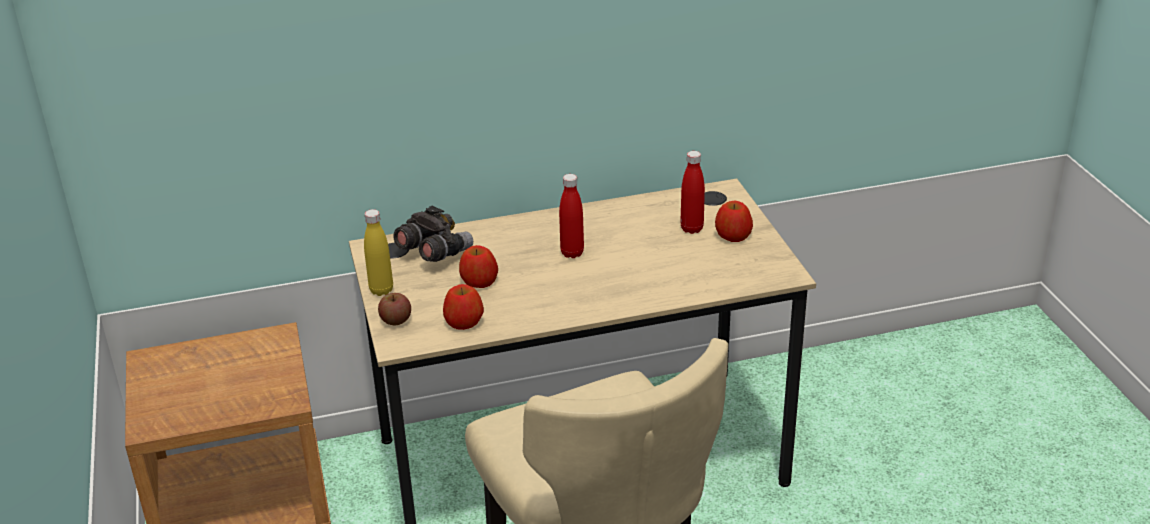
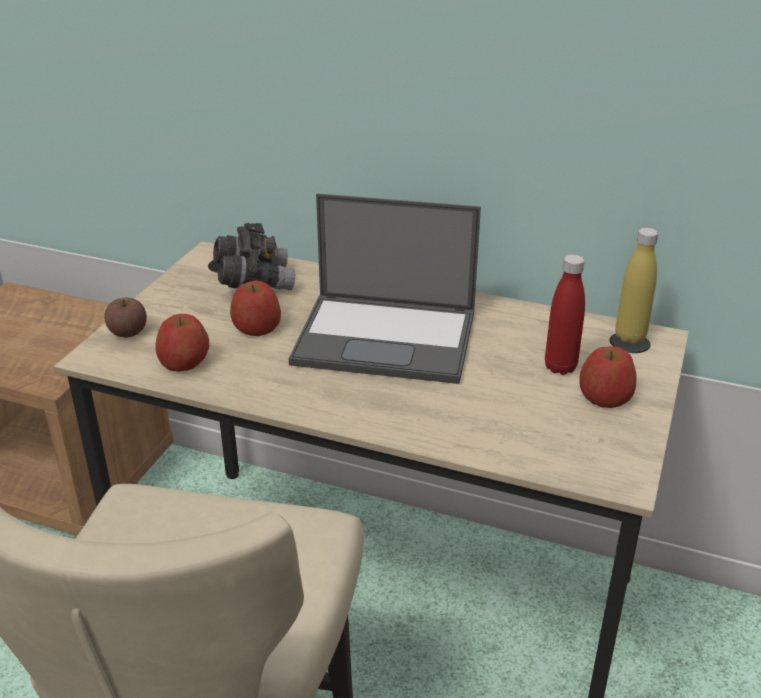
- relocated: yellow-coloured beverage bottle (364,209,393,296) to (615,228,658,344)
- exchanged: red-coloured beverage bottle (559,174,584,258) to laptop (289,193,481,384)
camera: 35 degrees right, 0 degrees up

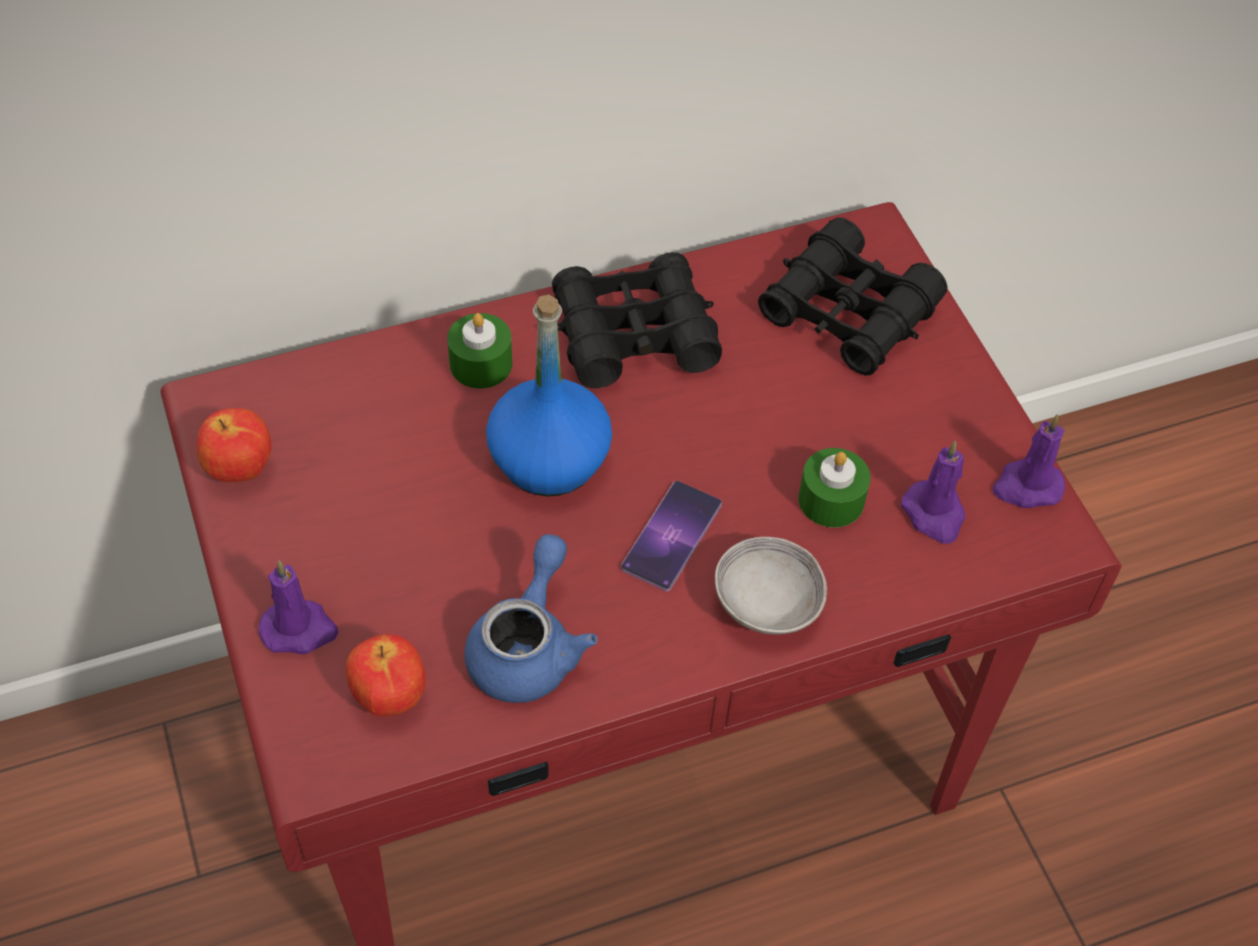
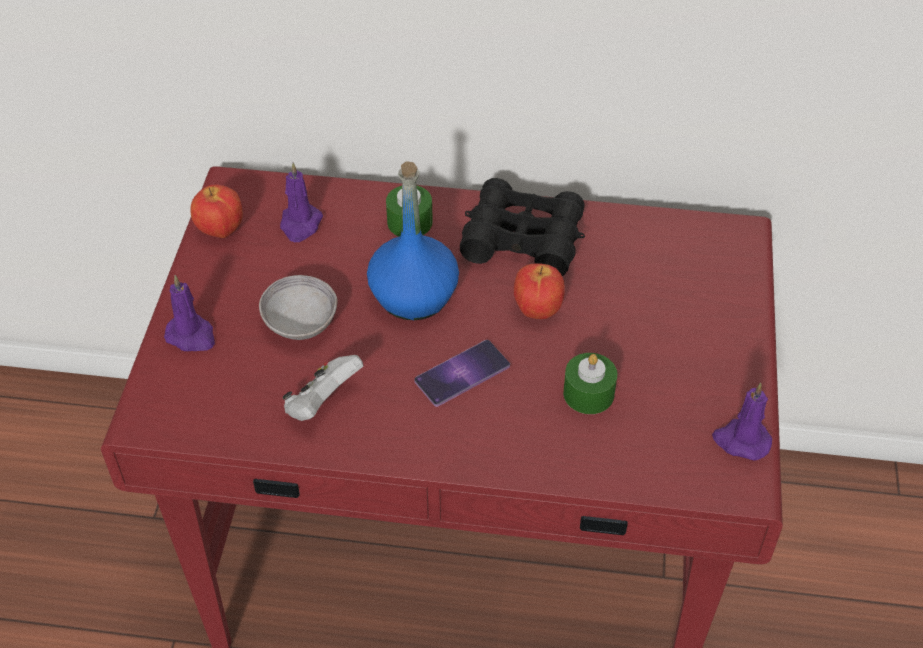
- missing: blackish field glasses (758,218,948,376)
- relocated: whole apple (346,634,426,717) to (514,263,565,319)
- relocated: greyish bowl (715,537,827,635) to (259,275,338,340)
- relocated: purple-coloured candle (901,441,966,544) to (280,163,323,242)
- exchanged: bluish tea pot (464,534,597,703) to white-coloured joypad (283,355,363,421)
camera: 30 degrees right, 5 degrees down

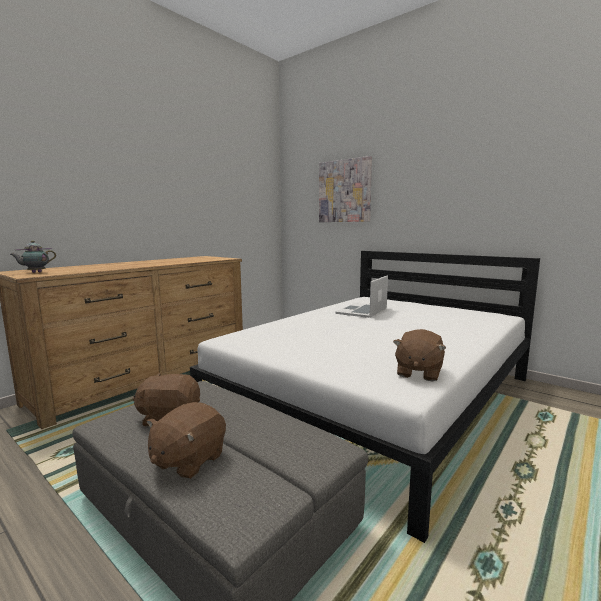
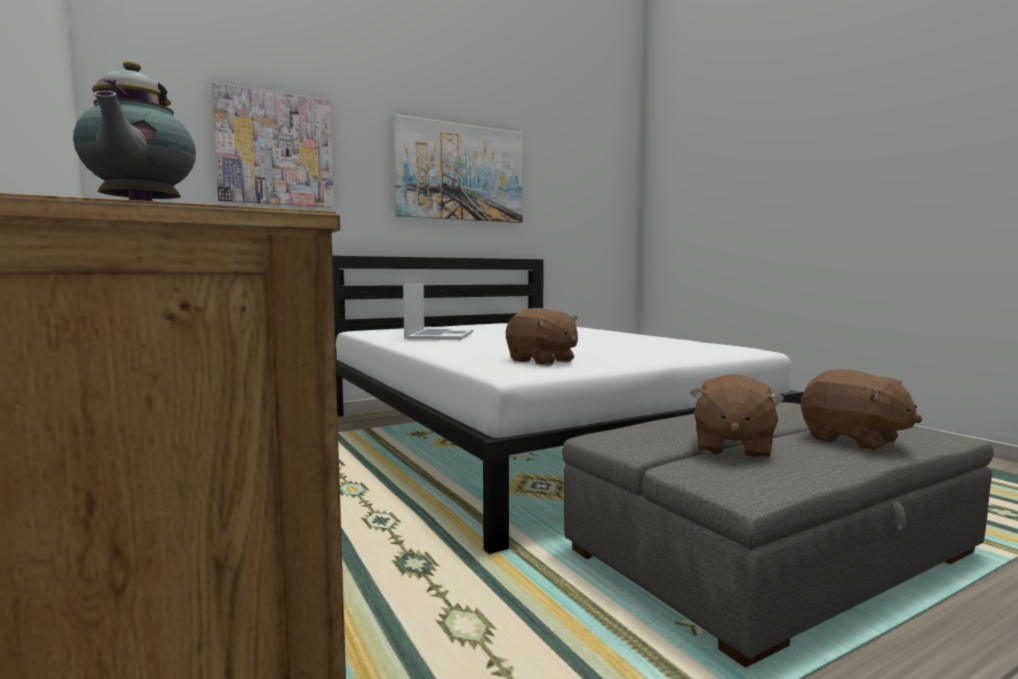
- appeared: picture (393,115,523,223)
- relocated: brown-coloured cuddly toy (393,329,446,381) to (506,308,578,365)
- spun: laptop (335,275,388,318) = (403,283,473,340) 135 degrees counterclockwise
camera: 70 degrees left, 5 degrees down

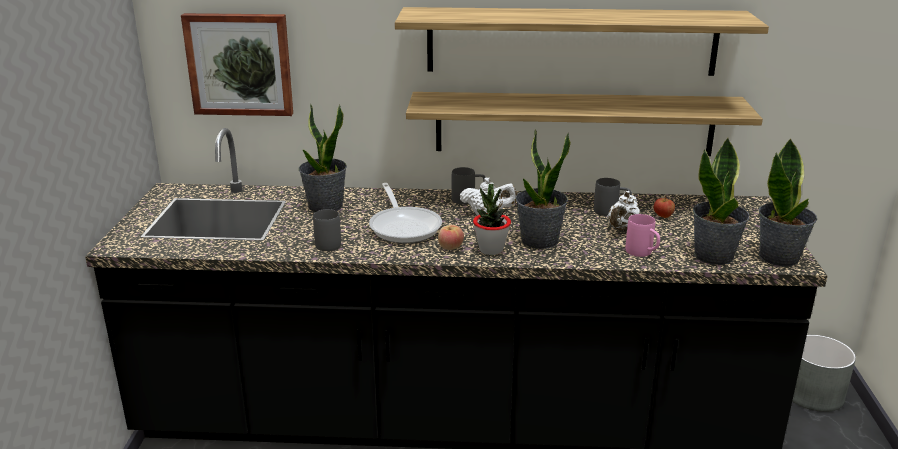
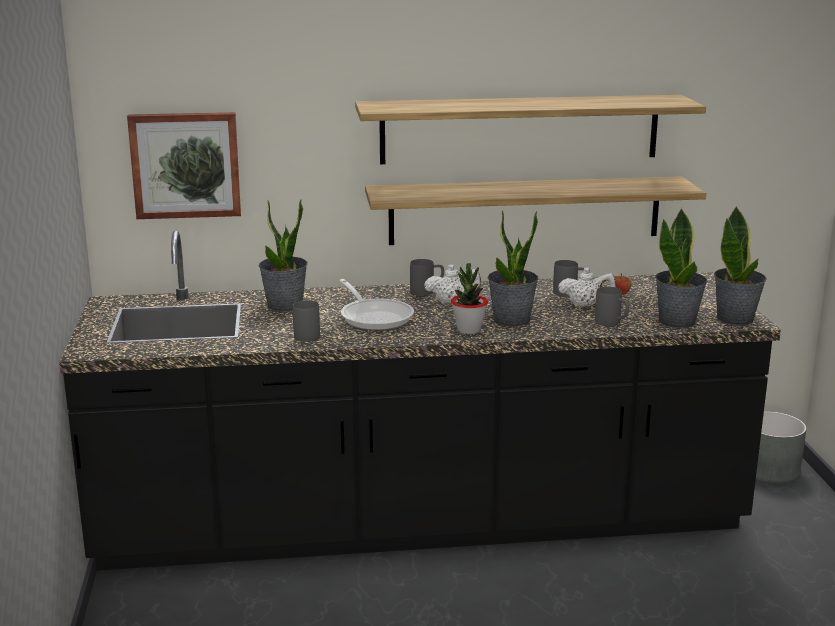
- missing: whole apple (438,225,464,250)
- colour: pink coffee mug (626,214,660,257) to greyish coffee mug (595,287,629,326)
- spun: white-coloured tea pot (607,191,641,231) = (558,268,616,308) 105 degrees counterclockwise
camera: 10 degrees left, 5 degrees down

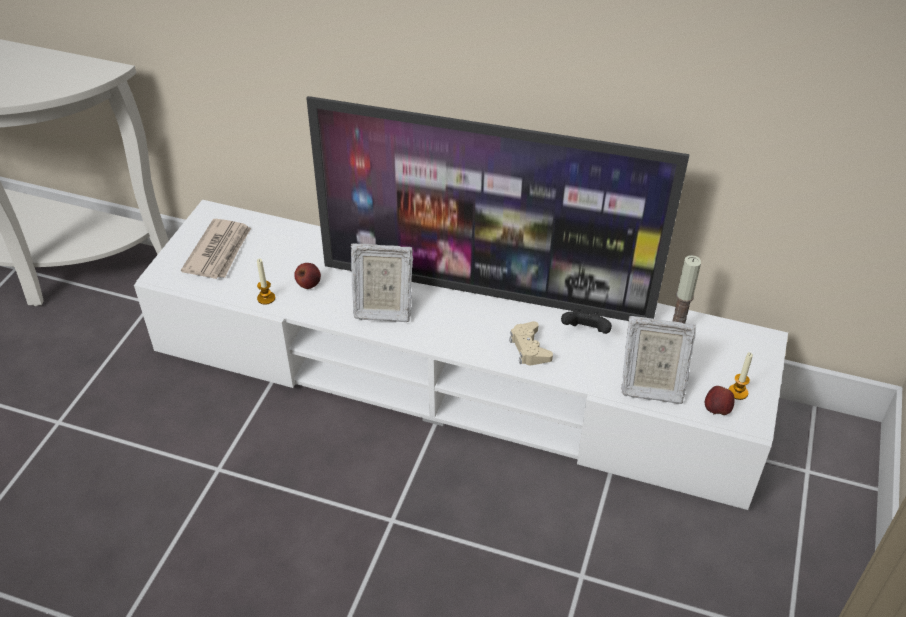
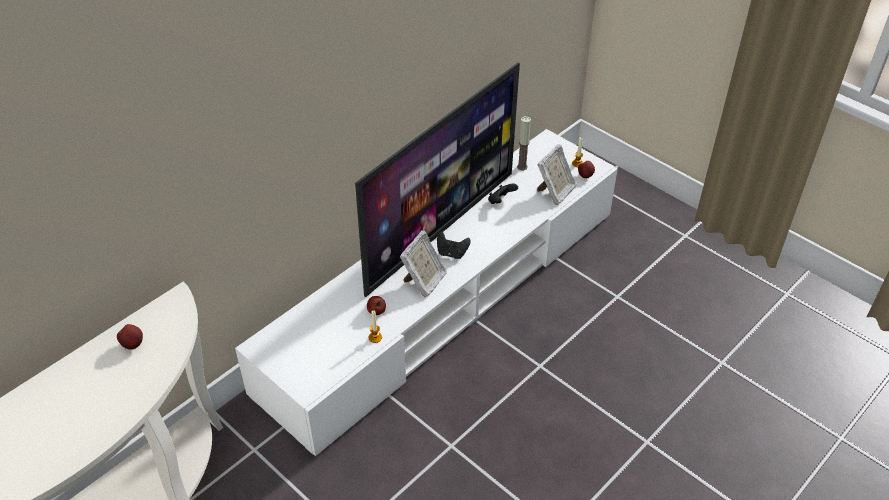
- missing: daily paper (181,219,251,279)
- missing: beige-coloured joypad (509,321,553,365)
- appeared: whole apple (117,324,143,350)
- appeared: blackish joypad (437,232,471,259)
camera: 65 degrees left, 0 degrees up

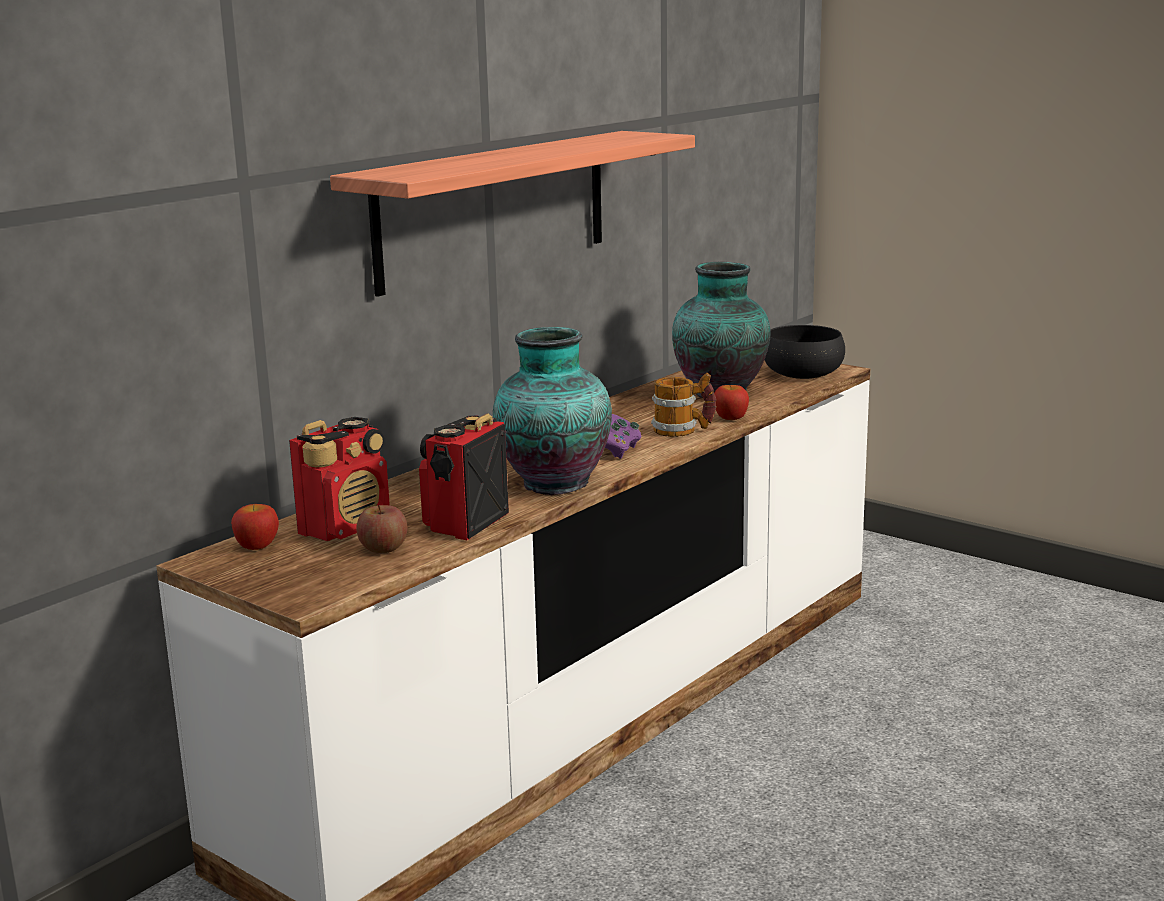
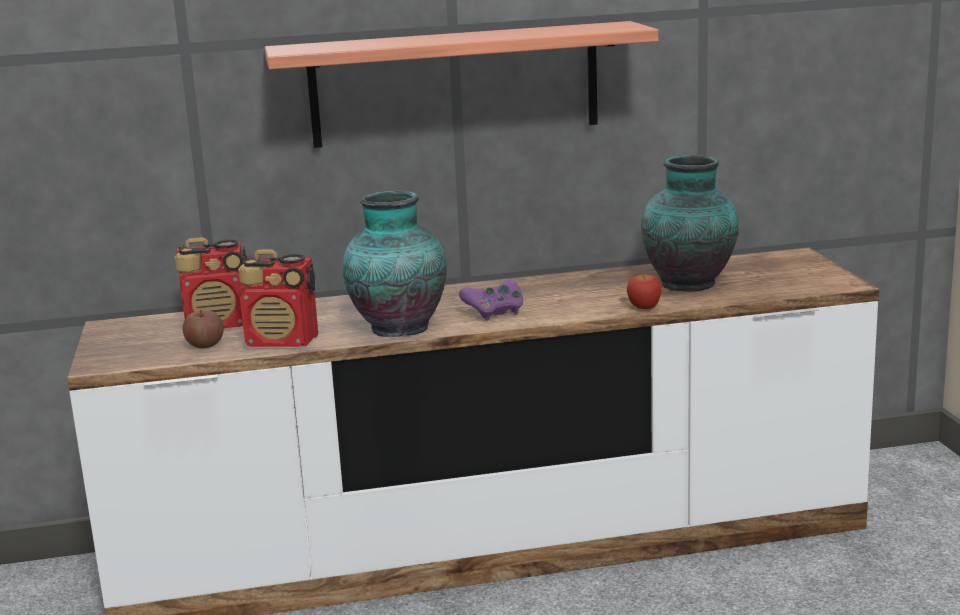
- missing: whole apple (231,504,279,550)
- missing: coffee mug (651,373,717,437)
- missing: blackish bowl (765,325,845,379)
- spun: radio (419,413,509,540) = (238,250,318,347) 150 degrees counterclockwise
camera: 40 degrees right, 0 degrees up

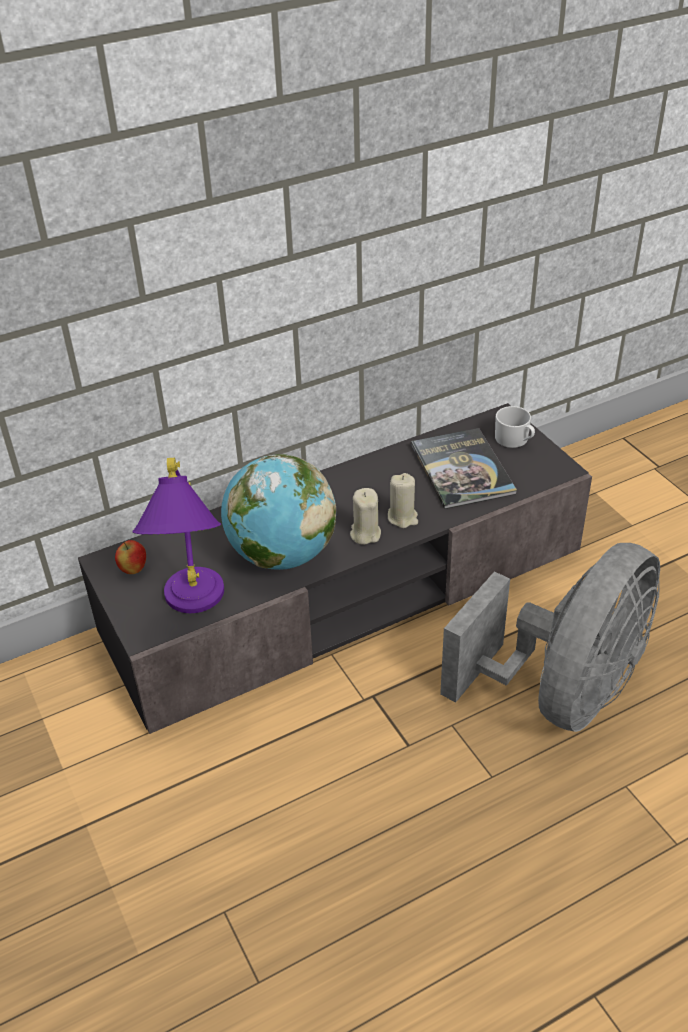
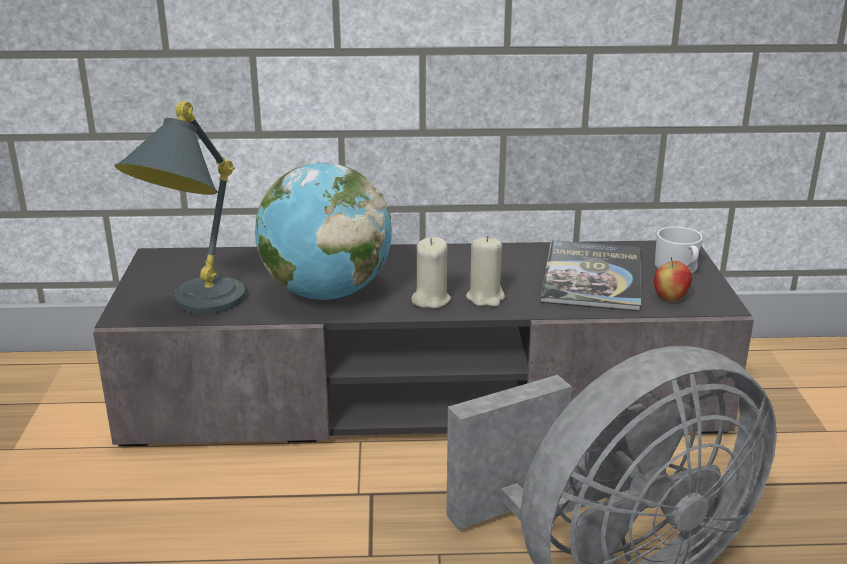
- relocated: whole apple (115,540,146,574) to (654,257,692,302)
- colour: purple-coloured table lamp (132,458,224,613) to greyish table lamp (114,101,245,314)
camera: 25 degrees right, 15 degrees down

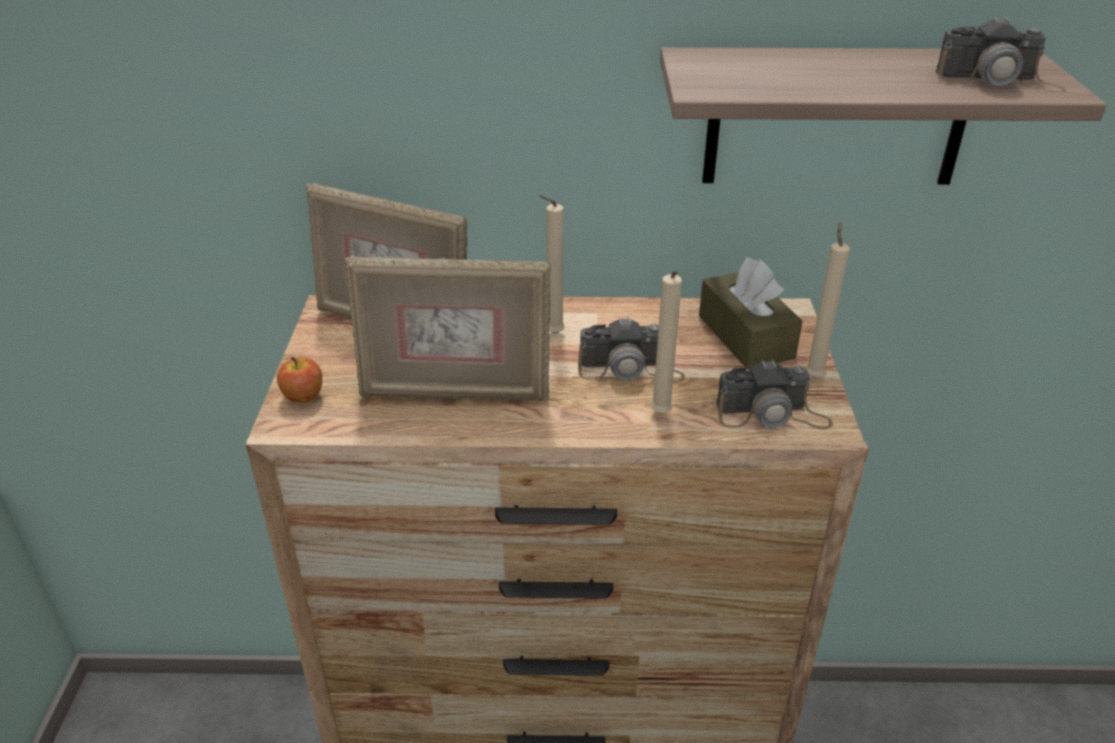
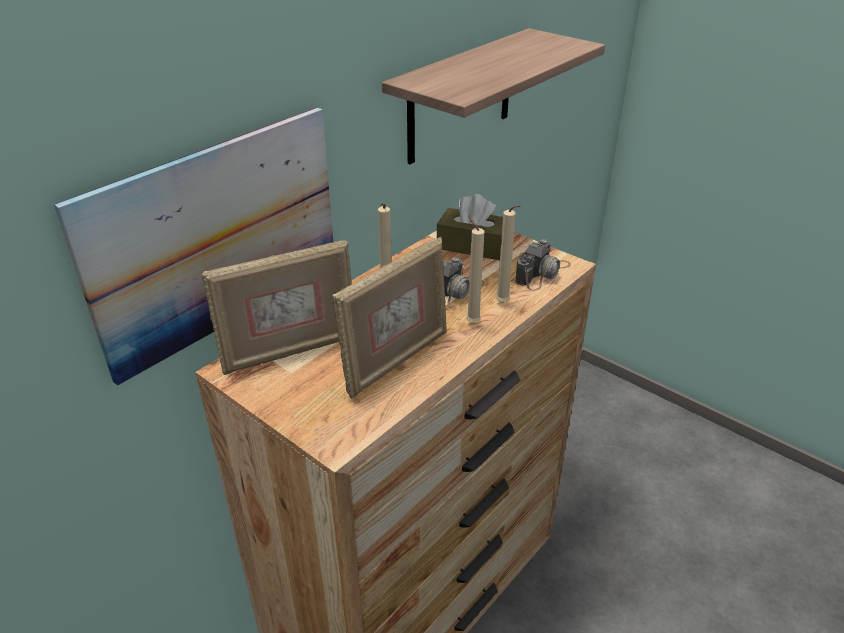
- missing: whole apple (277,357,322,403)
- missing: still camera (936,17,1066,92)
- appeared: picture (54,108,333,386)
- relocated: beige-coloured candle (806,222,850,378) to (466,215,484,323)
camera: 50 degrees left, 0 degrees up

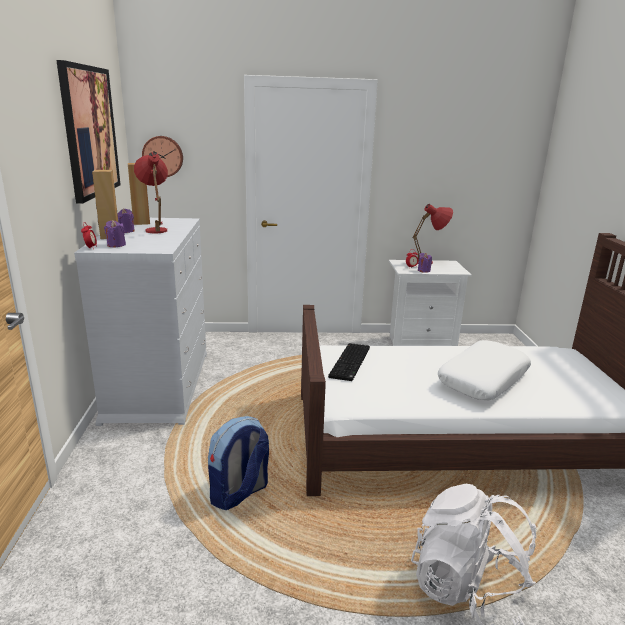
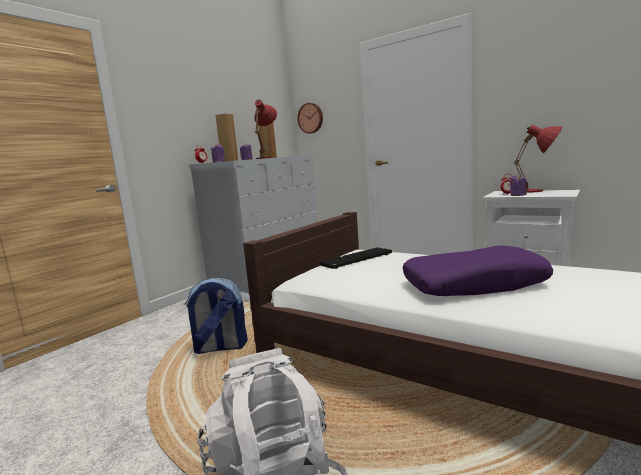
- missing: picture (56,60,121,204)
- colour: white-coloured throw pillow (438,340,531,400) to purple-coloured throw pillow (403,246,553,296)
camera: 40 degrees right, 10 degrees down

